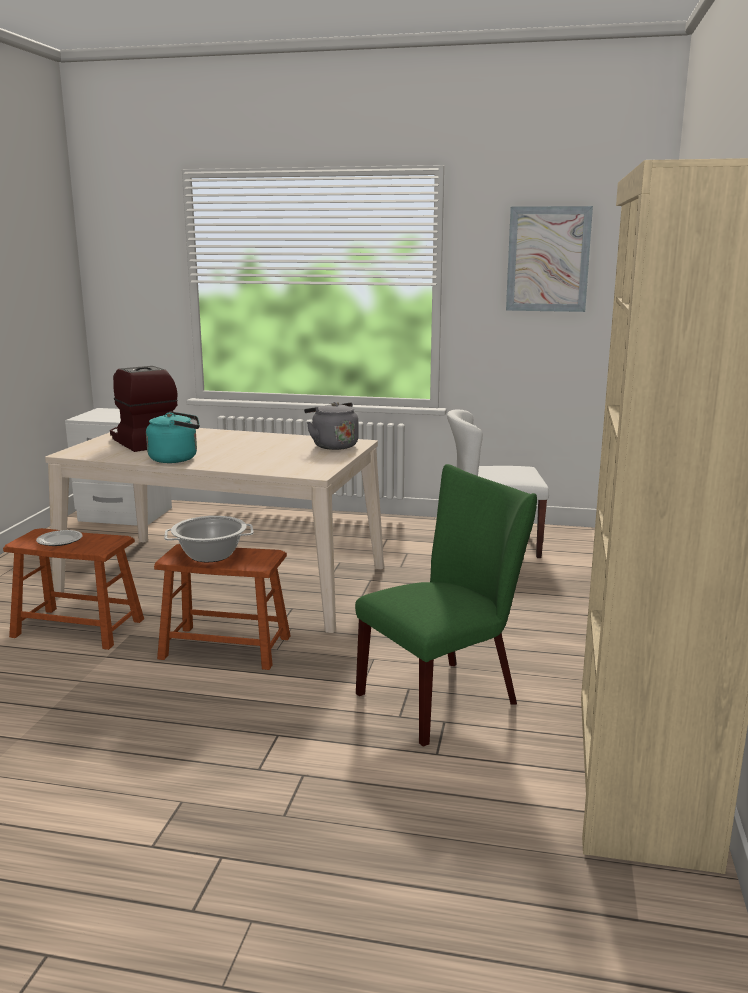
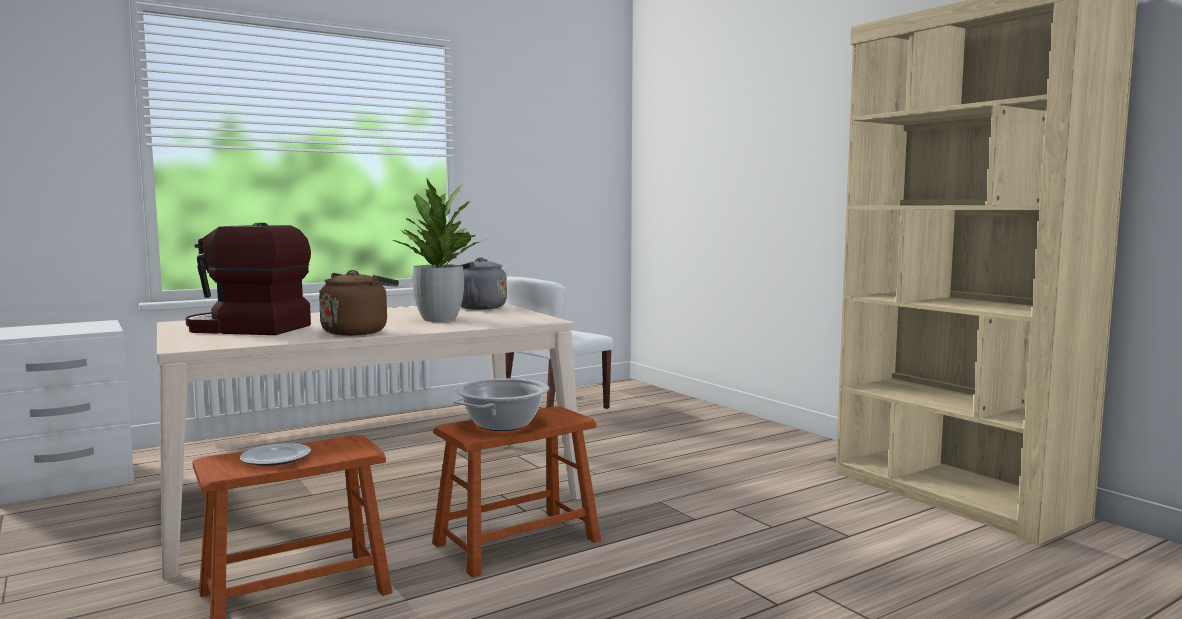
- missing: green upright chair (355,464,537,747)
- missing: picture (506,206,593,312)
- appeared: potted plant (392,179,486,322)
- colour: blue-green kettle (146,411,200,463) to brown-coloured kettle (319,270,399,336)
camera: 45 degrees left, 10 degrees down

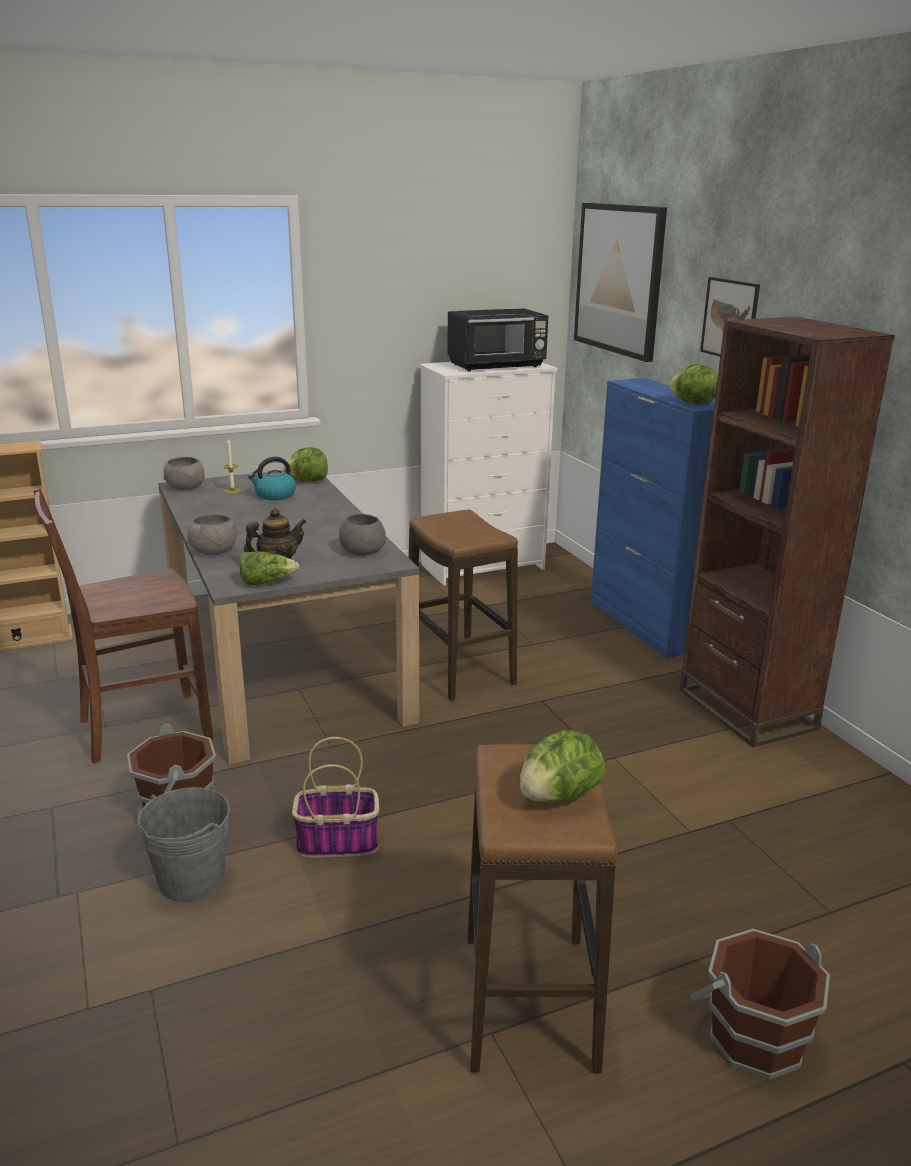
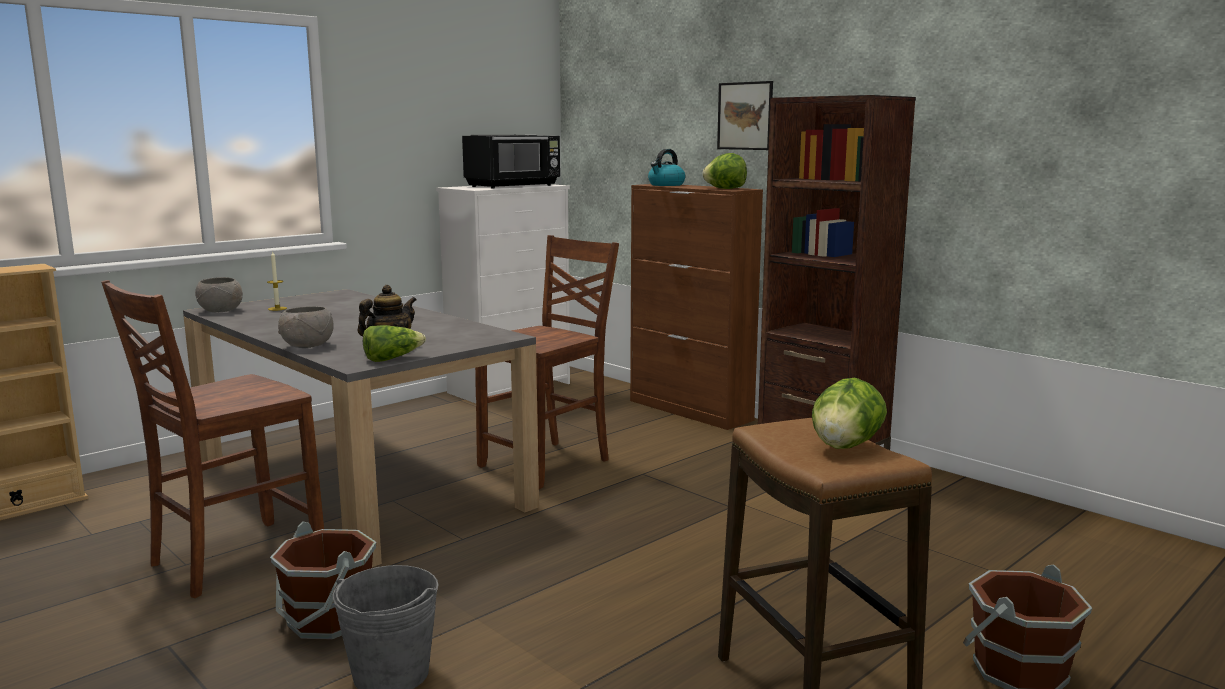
- missing: lettuce head (283,447,328,482)
- missing: storage basket (292,737,379,858)
- missing: greyish bowl (339,514,386,555)
- missing: picture (574,203,667,362)
- relocated: kettle (248,457,296,500) to (648,149,685,186)
- exchanged: sitting stool (409,509,518,701) to brown-coloured upright chair (475,235,619,489)
- colour: bluish cabinet (591,378,715,658) to brown-coloured cabinet (630,184,763,430)
camera: 20 degrees left, 10 degrees down

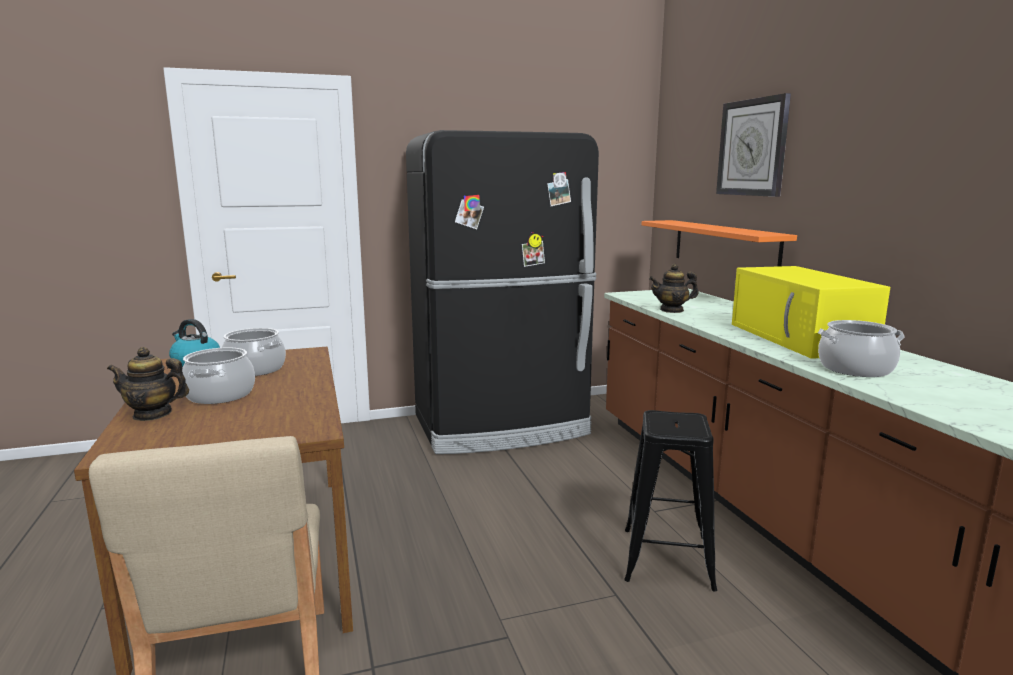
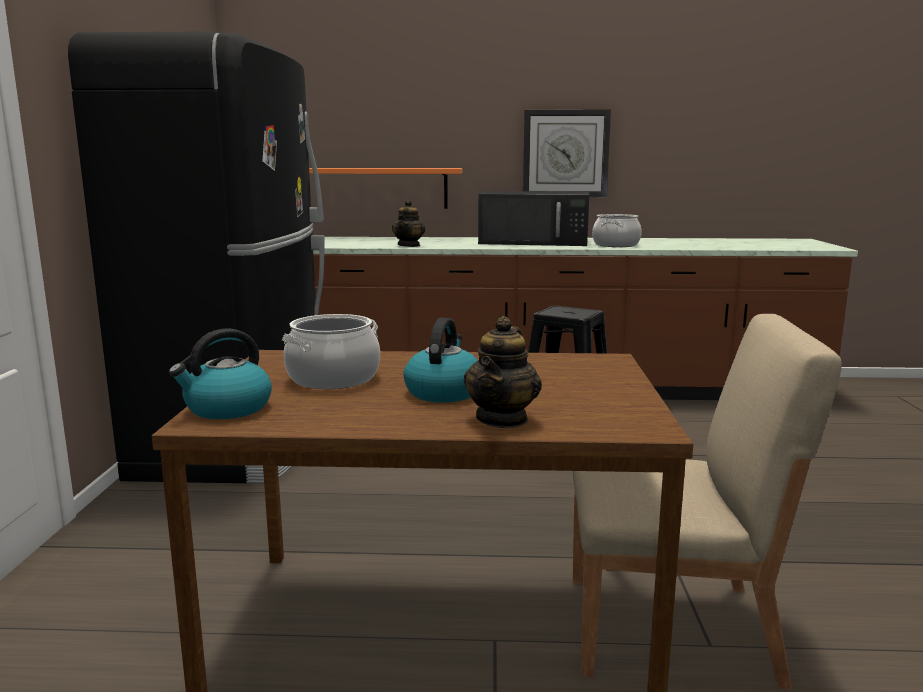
- relocated: clock on the wall (716,93,791,197) to (523,109,611,197)
- exchanged: saucepot (182,348,255,404) to kettle (403,318,478,403)
- colour: yellow-coloured microwave (732,266,890,359) to blackish microwave (478,191,589,246)
camera: 70 degrees left, 0 degrees up

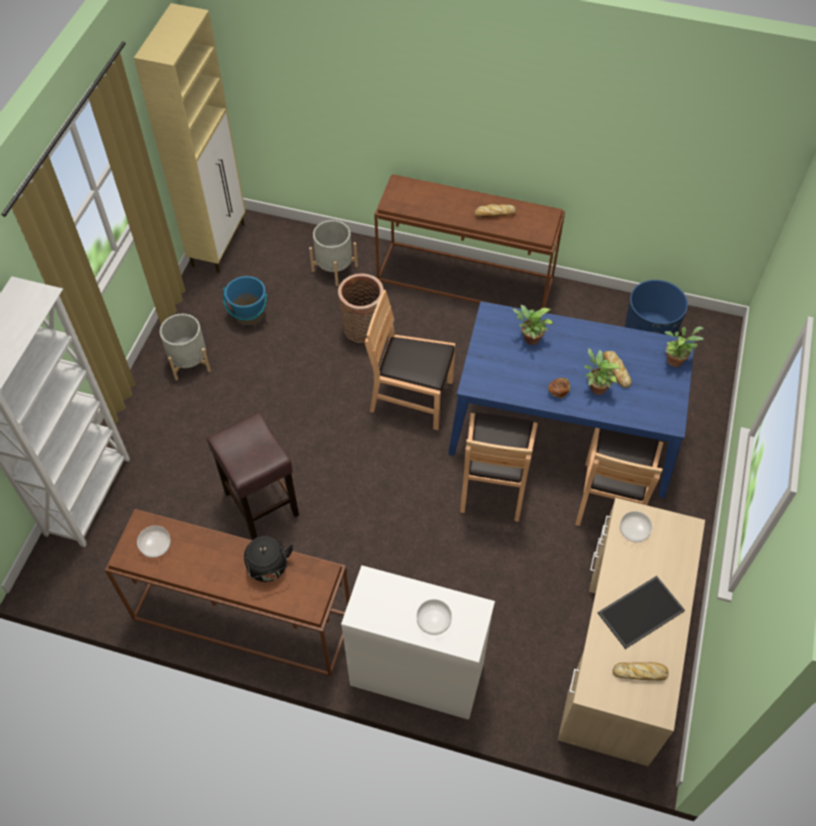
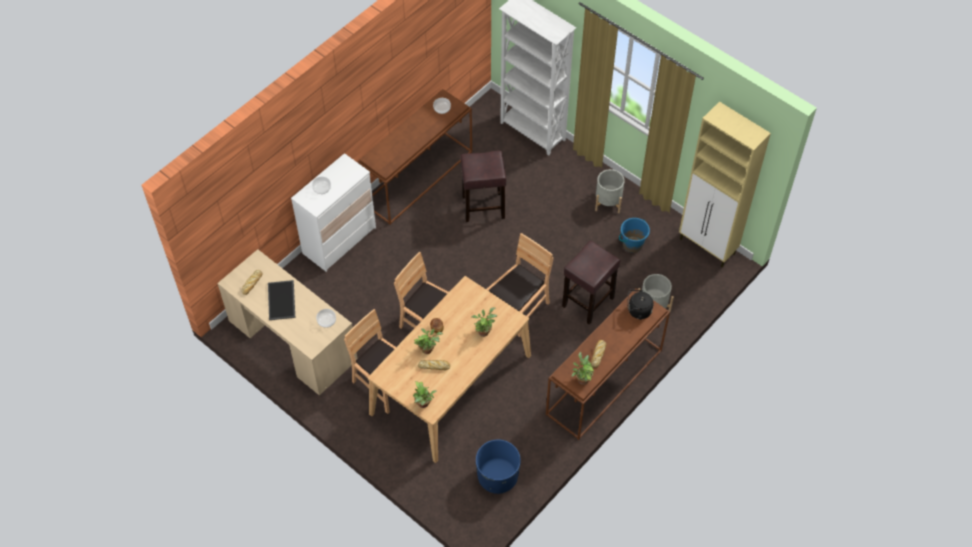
- appeared: potted plant (572,352,594,385)
- relocated: blackish kettle (244,536,293,582) to (628,290,654,320)
- exchanged: storage basket (338,273,384,343) to brown-coloured sitting stool (562,241,620,325)
- colour: bluish dining table (448,301,695,498) to beige-coloured dining table (368,276,531,463)
camera: 115 degrees right, 0 degrees up

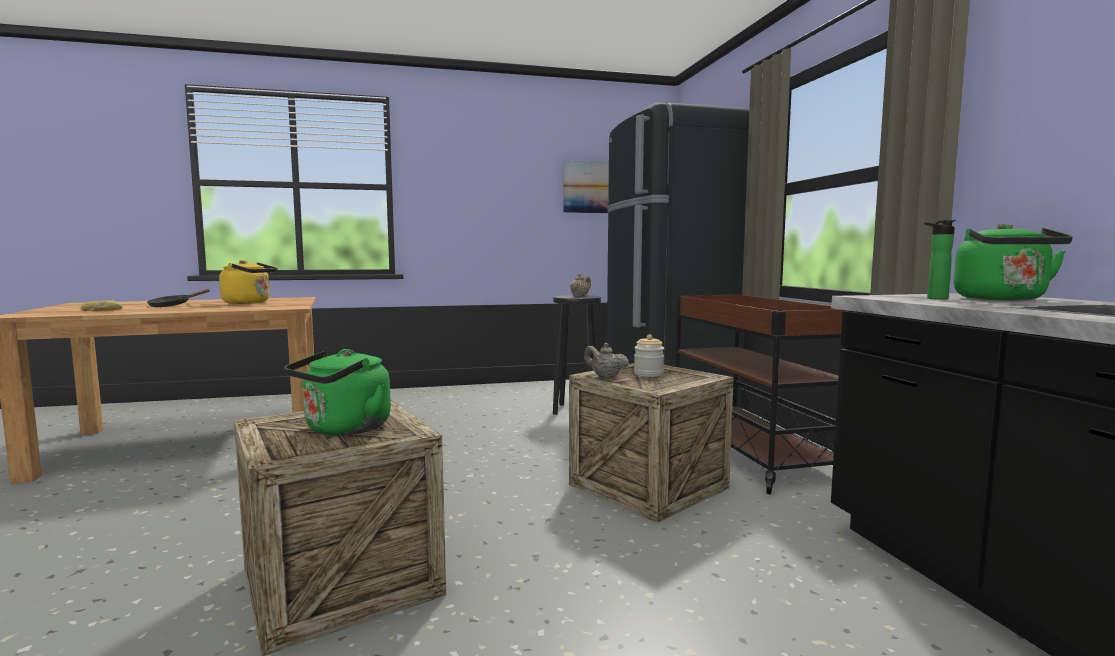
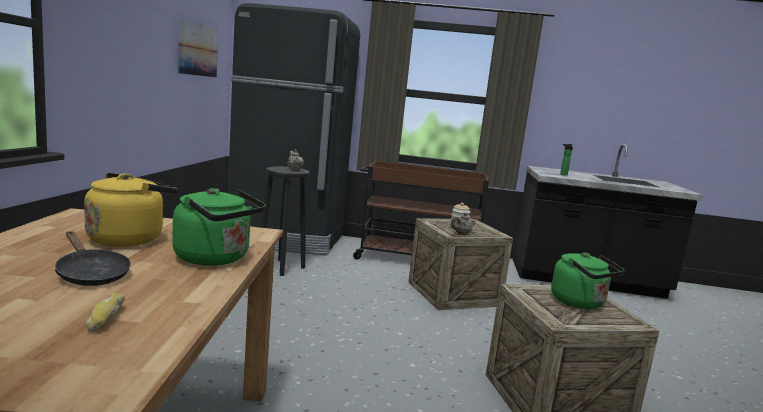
- relocated: green kettle (954,223,1073,301) to (172,188,266,266)
camera: 70 degrees left, 5 degrees up

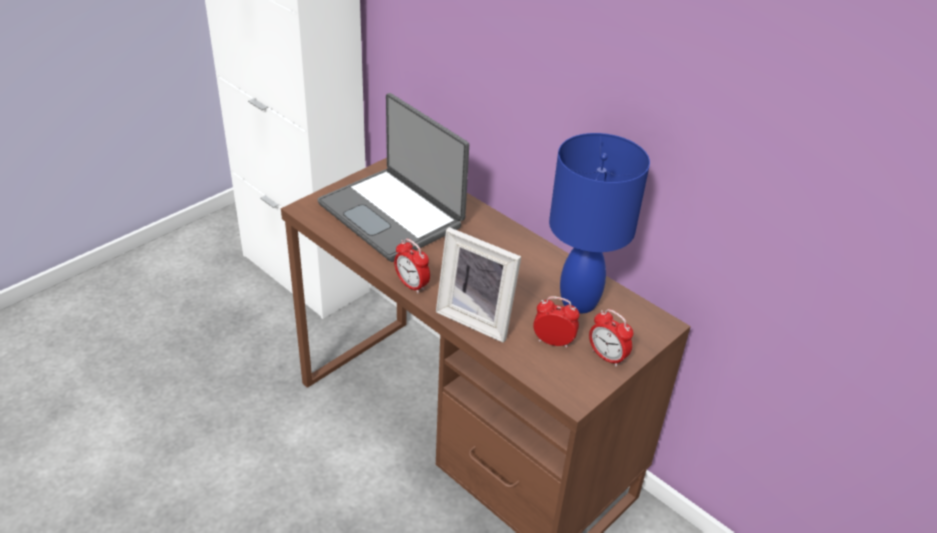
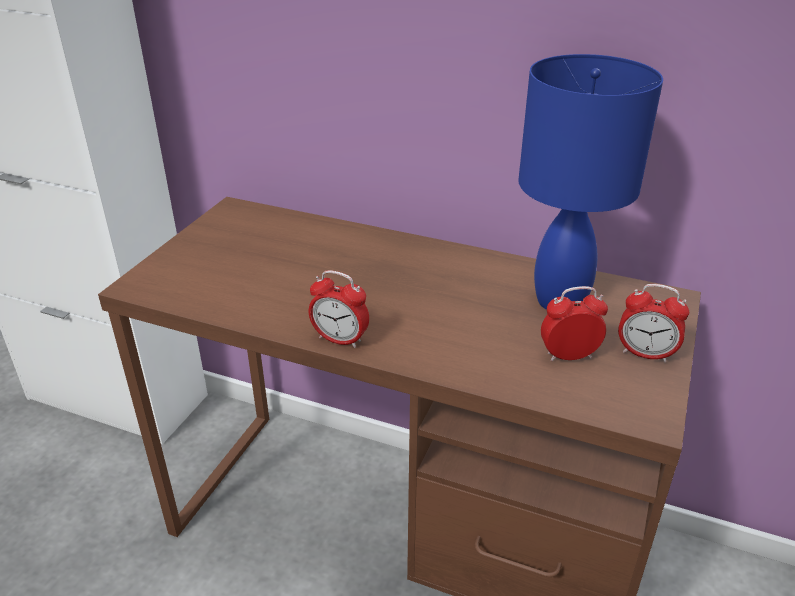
- missing: laptop (317,93,469,262)
- missing: picture frame (436,227,521,343)
camera: 20 degrees left, 5 degrees down

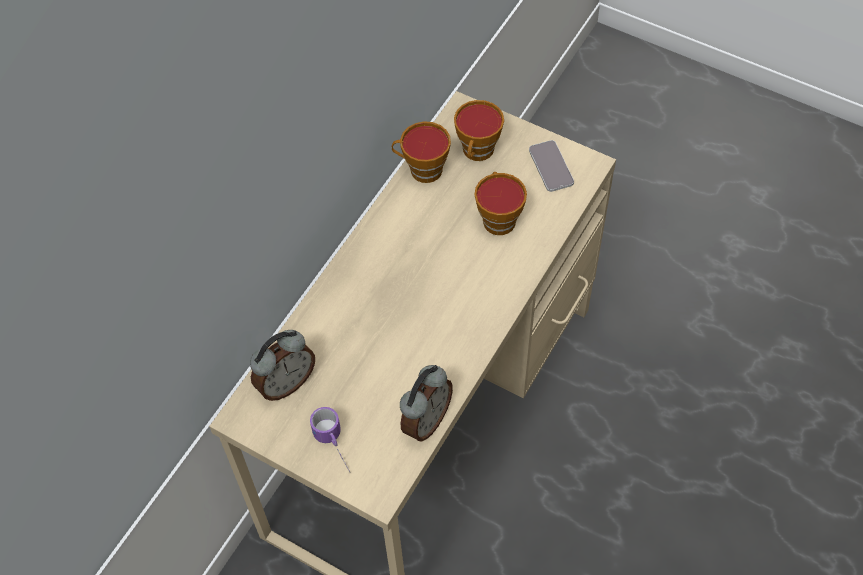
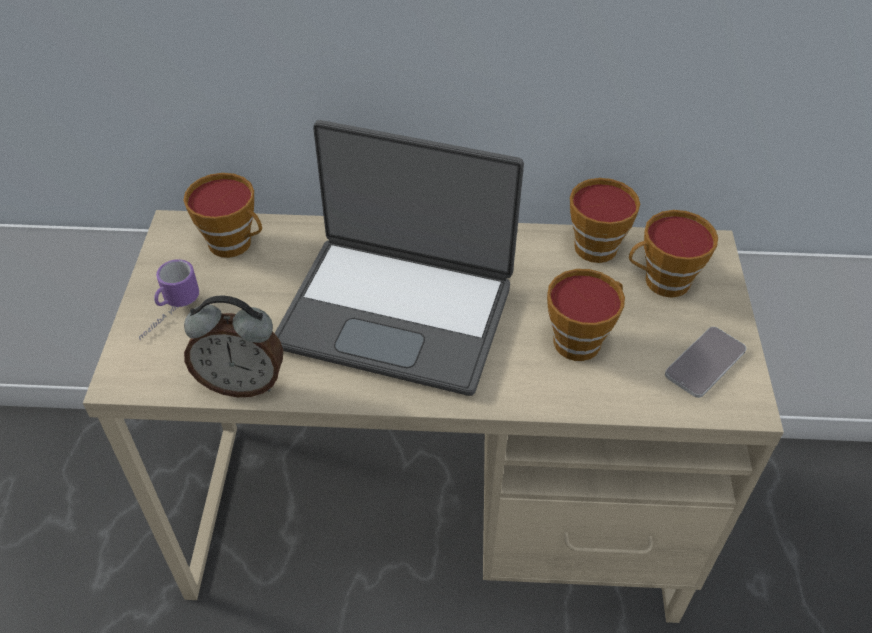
- appeared: laptop (274,120,524,396)
- exchanged: table clock (250,330,315,401) to drinking cup (183,173,262,258)
camera: 60 degrees right, 10 degrees down

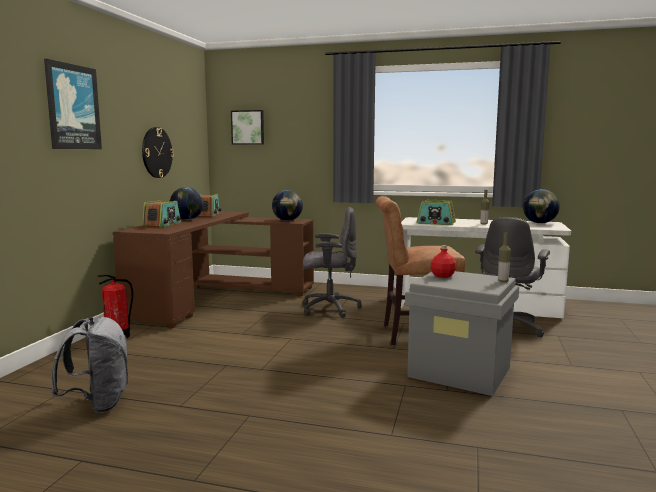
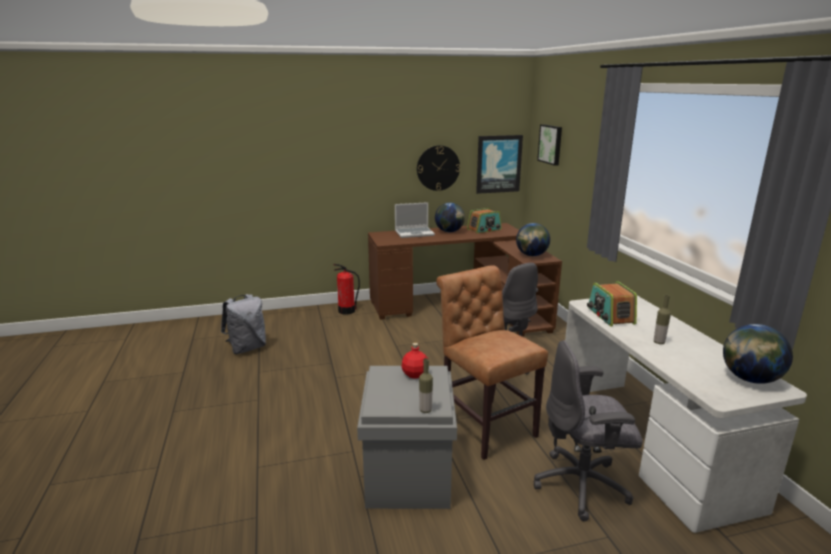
- relocated: picture (44,59,102,149) to (476,135,523,194)
- exchanged: radio (142,200,181,227) to laptop (395,202,435,238)
camera: 60 degrees right, 10 degrees up

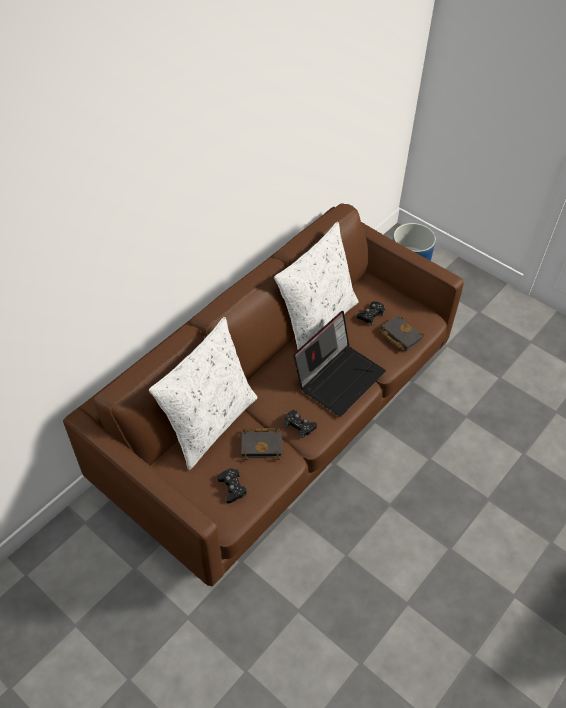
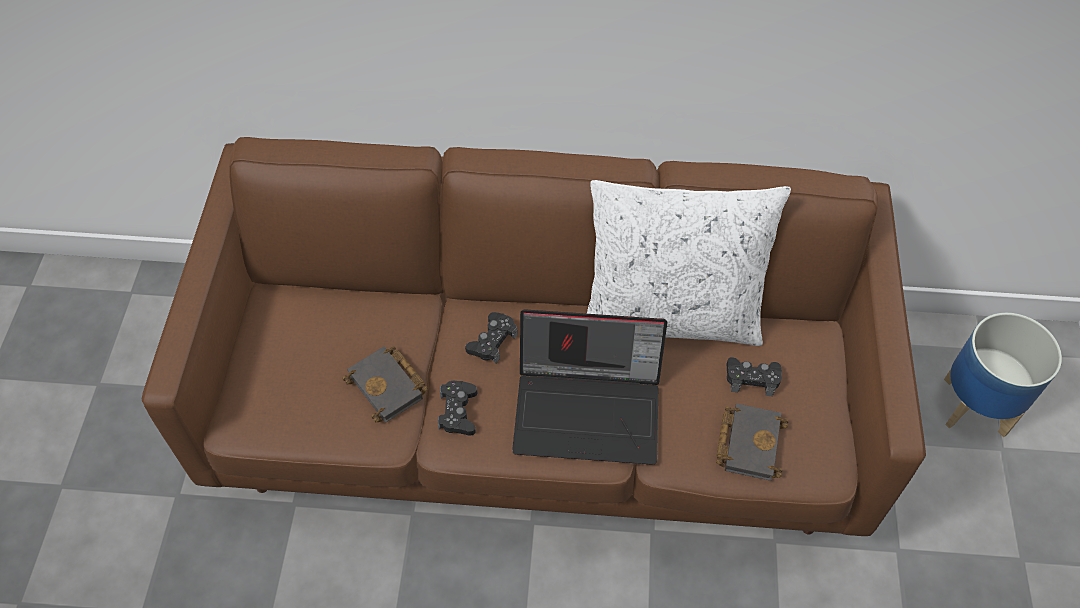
- missing: white-coloured throw pillow (149,317,258,470)
- relocated: blackish joypad (217,468,247,504) to (465,312,518,363)
camera: 55 degrees right, 5 degrees up

